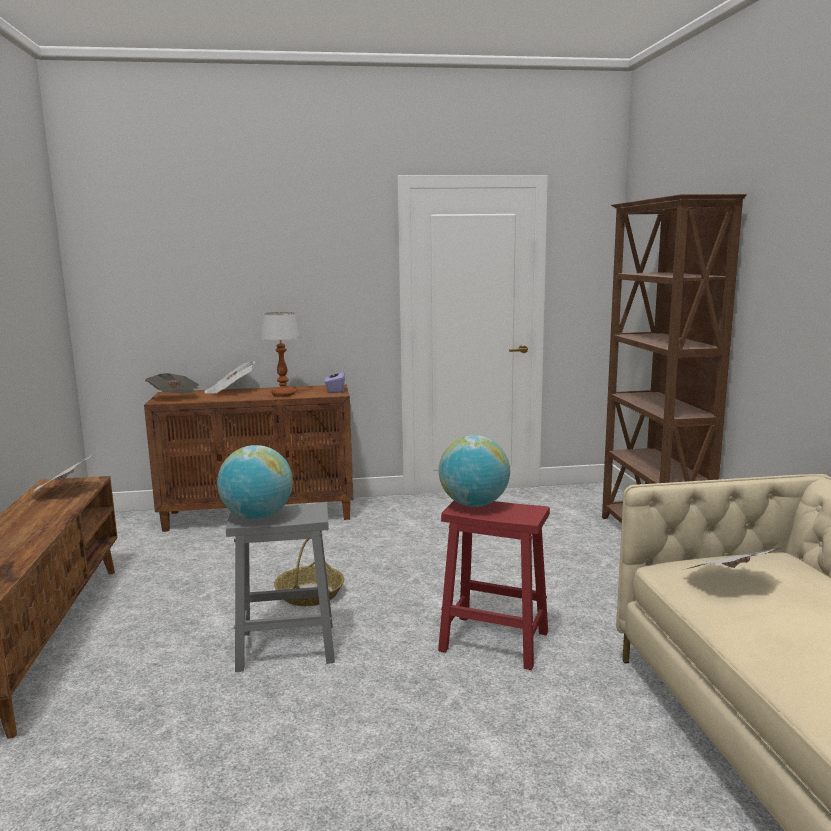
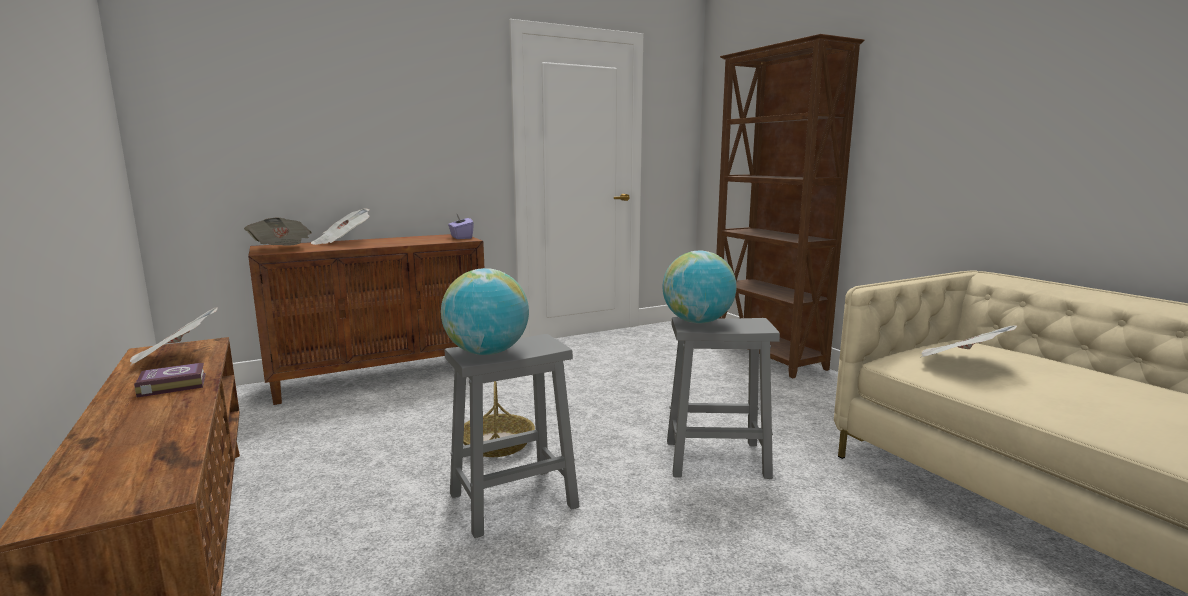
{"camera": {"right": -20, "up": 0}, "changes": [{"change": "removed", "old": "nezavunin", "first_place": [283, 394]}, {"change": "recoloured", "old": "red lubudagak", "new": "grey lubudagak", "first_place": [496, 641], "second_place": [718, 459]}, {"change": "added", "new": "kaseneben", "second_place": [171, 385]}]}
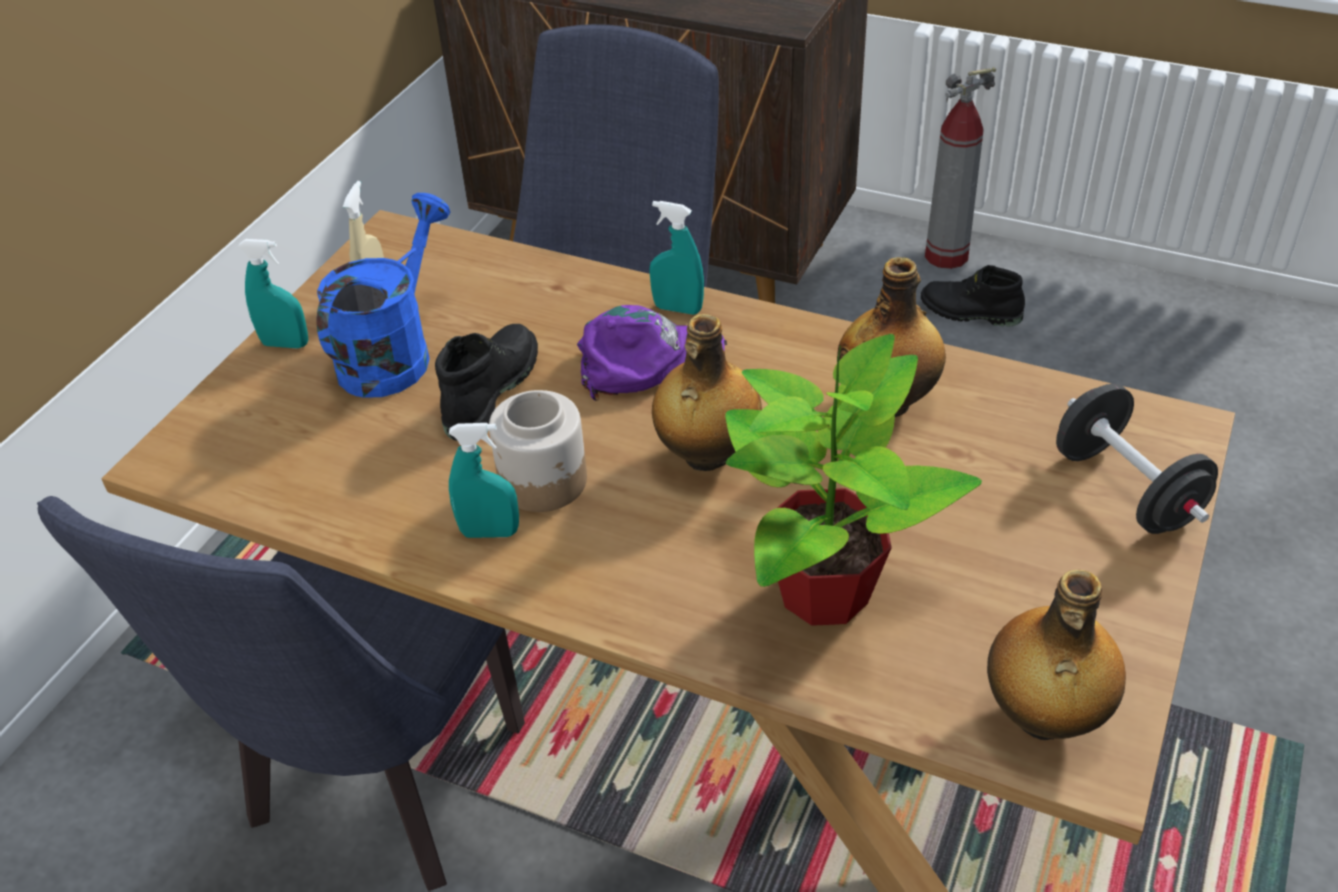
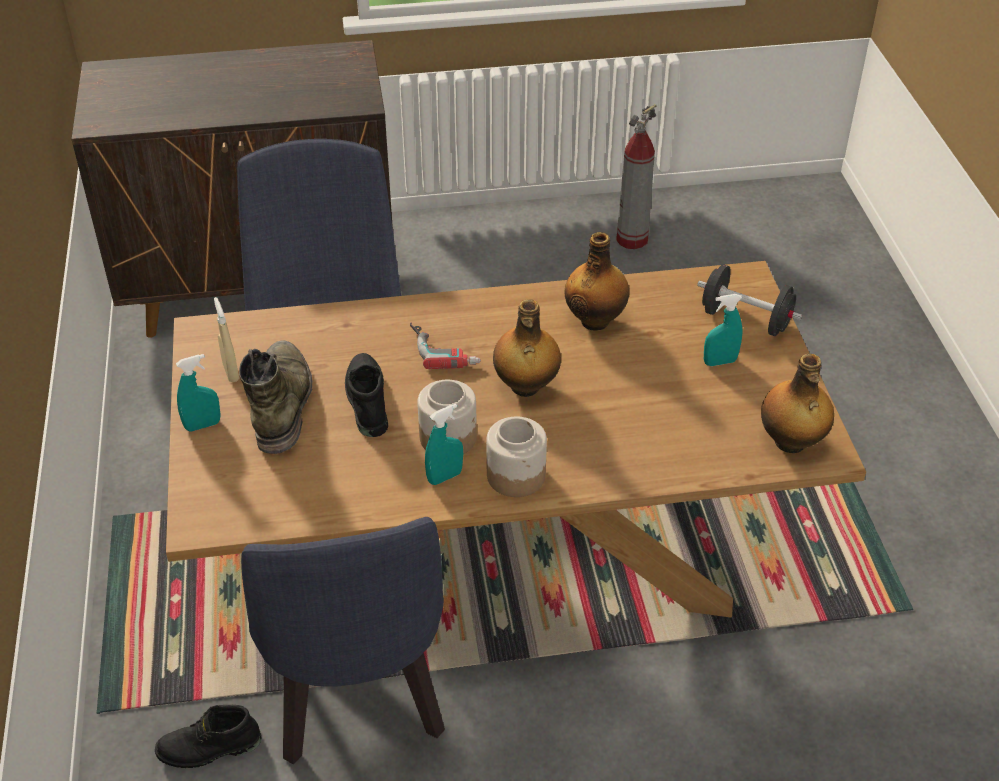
{"camera": {"right": -35, "up": 0}, "changes": [{"change": "replaced", "old": "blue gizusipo", "new": "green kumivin", "first_place": [393, 353], "second_place": [282, 403]}, {"change": "replaced", "old": "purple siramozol", "new": "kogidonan", "first_place": [648, 361], "second_place": [445, 348]}, {"change": "moved", "old": "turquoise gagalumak", "first_place": [678, 309], "second_place": [720, 362]}, {"change": "removed", "old": "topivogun", "first_place": [825, 590]}, {"change": "moved", "old": "black kumivin", "first_place": [969, 312], "second_place": [209, 749]}, {"change": "moved", "old": "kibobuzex", "first_place": [946, 256], "second_place": [632, 240]}, {"change": "added", "new": "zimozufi", "second_place": [516, 475]}]}
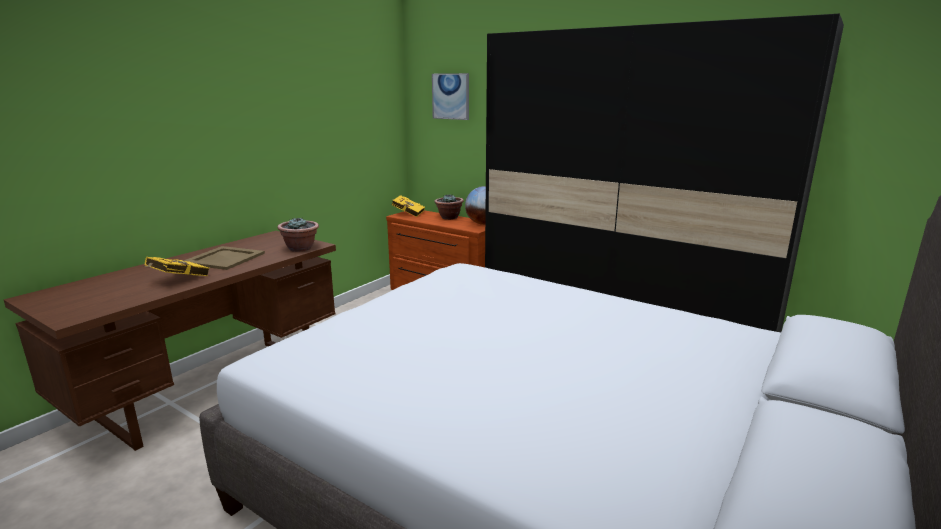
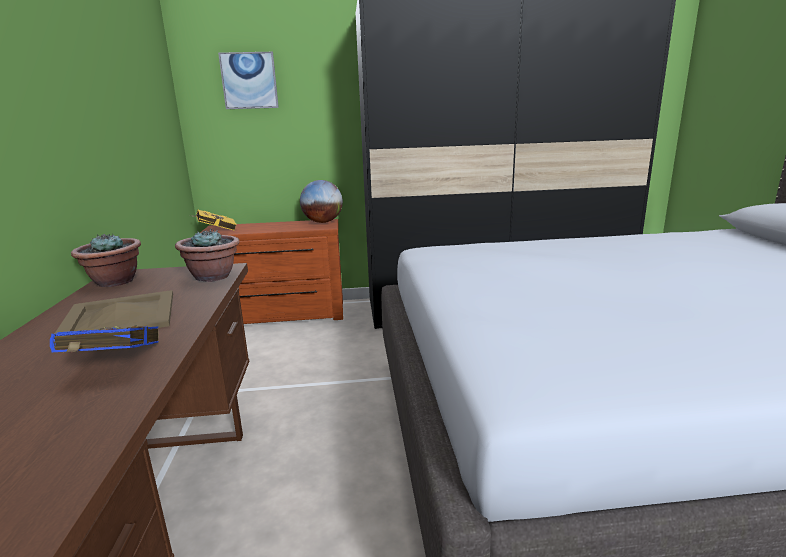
{"camera": {"right": -40, "up": 0}, "changes": [{"change": "recoloured", "old": "yellow kaseneben", "new": "blue kaseneben", "first_place": [177, 280], "second_place": [113, 365]}, {"change": "moved", "old": "topivogun", "first_place": [449, 217], "second_place": [114, 282]}]}
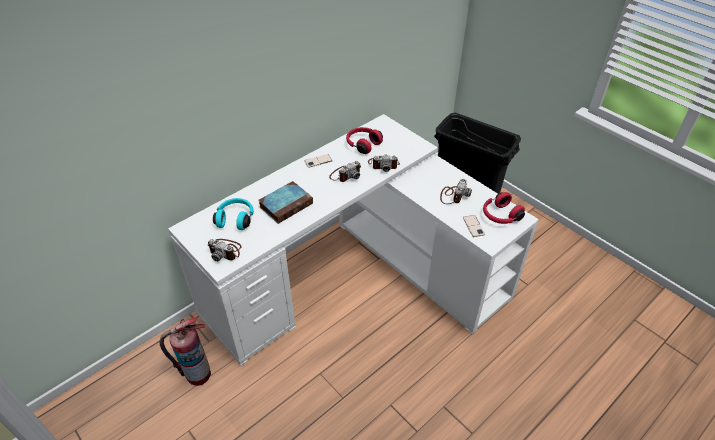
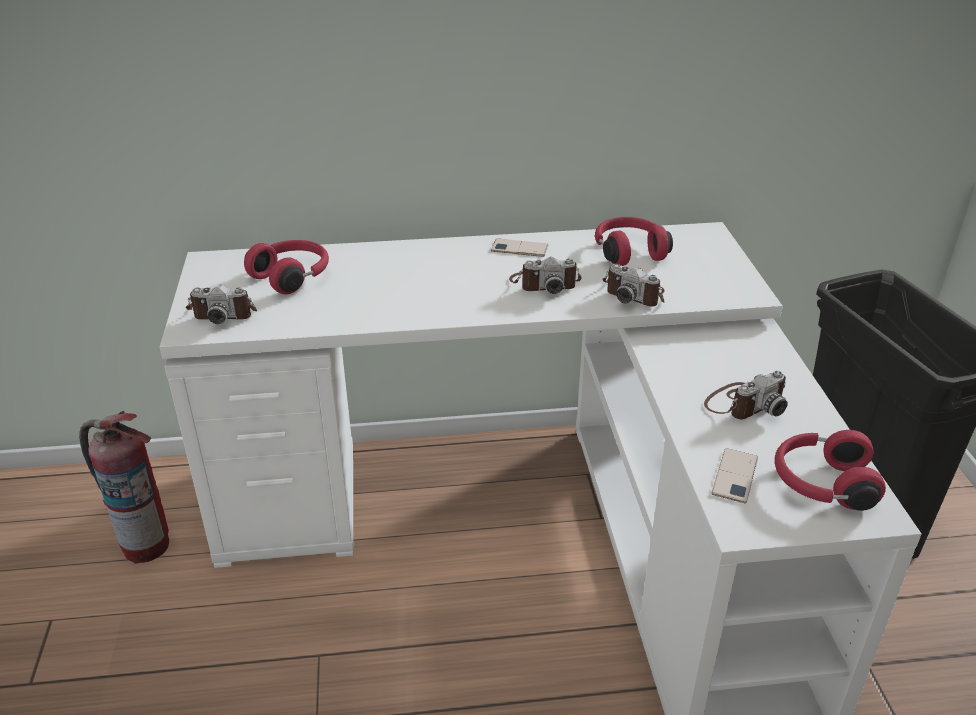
{"camera": {"right": 35, "up": -10}, "changes": [{"change": "turned", "old": "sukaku", "first_place": [225, 251], "second_place": [224, 312], "degrees": -60}, {"change": "recoloured", "old": "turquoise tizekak", "new": "red tizekak", "first_place": [236, 219], "second_place": [292, 277]}, {"change": "removed", "old": "kaseneben", "first_place": [286, 204]}]}
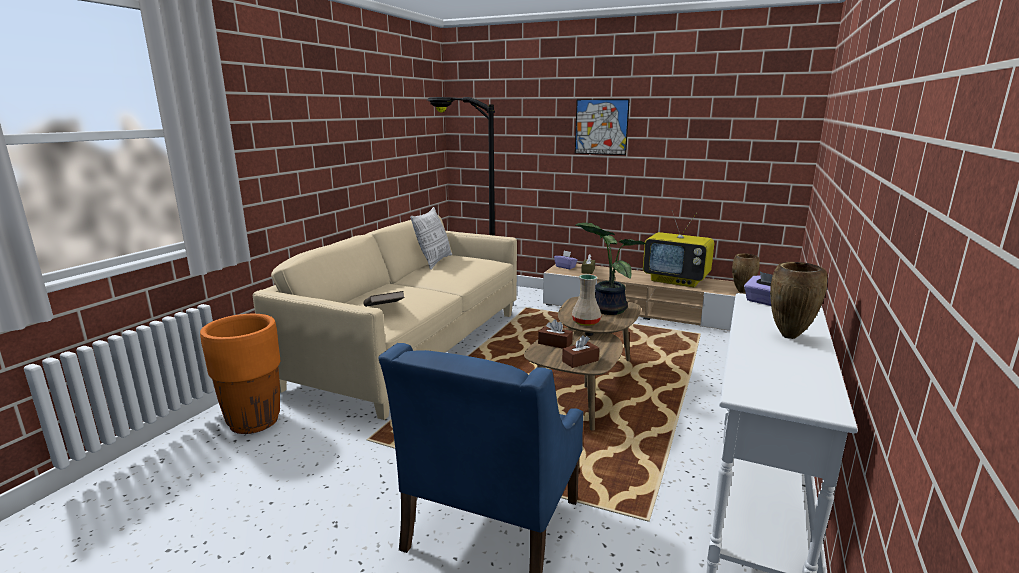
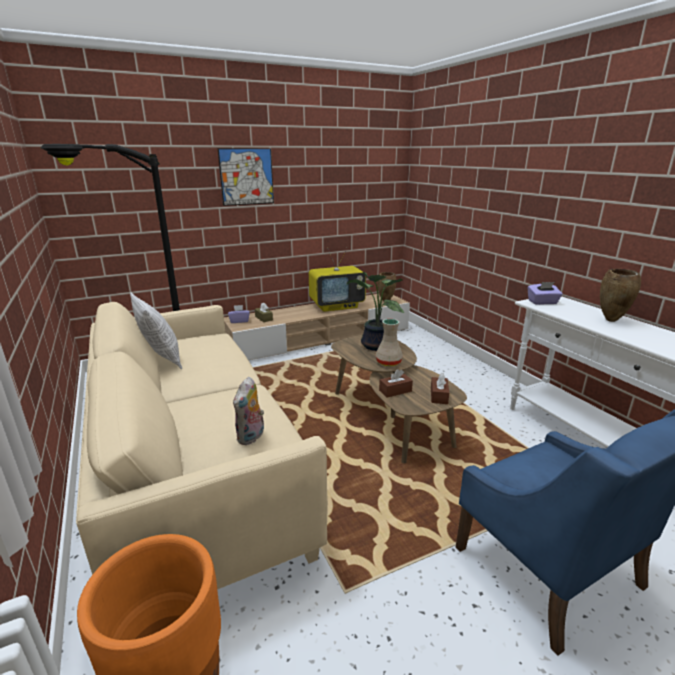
{"camera": {"right": -50, "up": 5}, "changes": [{"change": "replaced", "old": "brown kaseneben", "new": "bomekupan", "first_place": [384, 309], "second_place": [251, 437]}]}
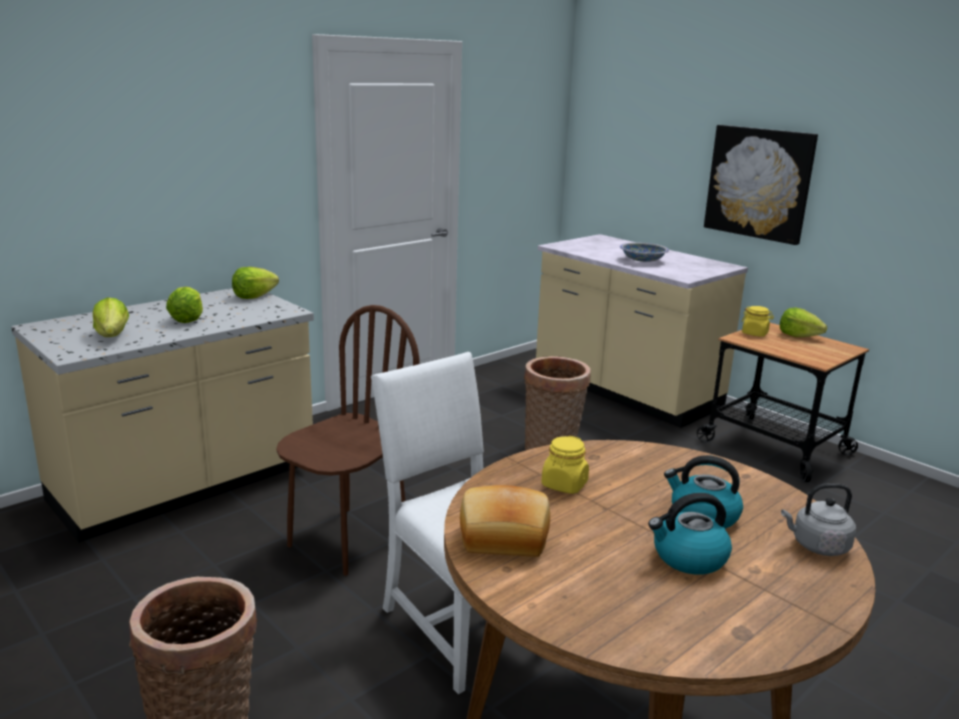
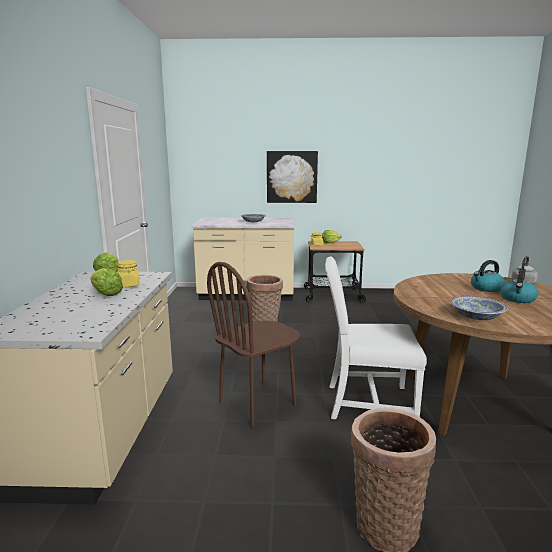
{"camera": {"right": -45, "up": -5}, "changes": [{"change": "removed", "old": "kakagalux", "first_place": [112, 335]}, {"change": "turned", "old": "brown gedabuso", "first_place": [347, 540], "second_place": [257, 403], "degrees": -120}, {"change": "replaced", "old": "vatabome", "new": "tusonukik", "first_place": [503, 538], "second_place": [476, 317]}, {"change": "moved", "old": "yellow zimozufi", "first_place": [564, 485], "second_place": [129, 285]}]}
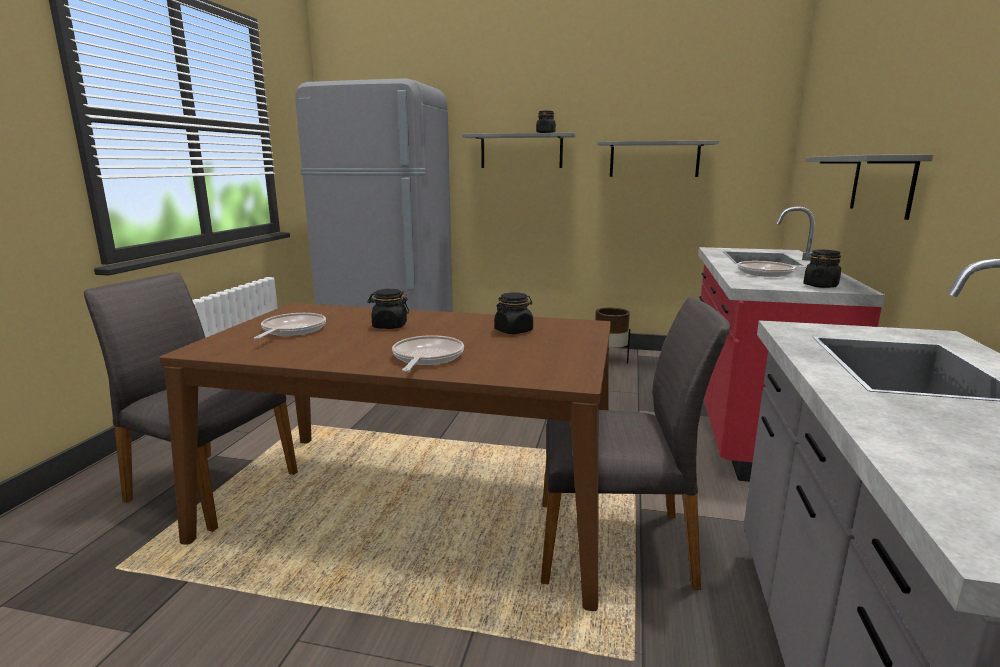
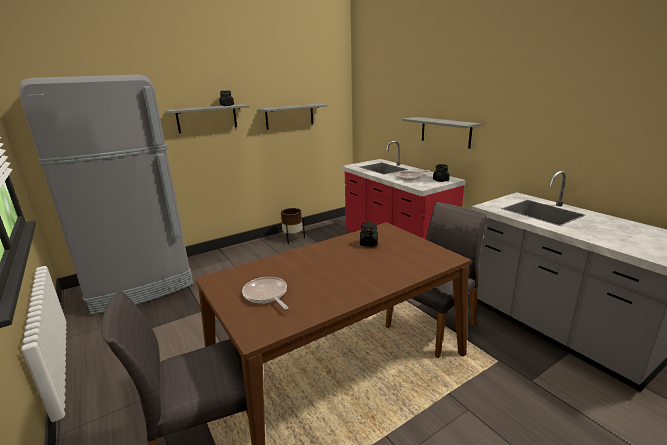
{"camera": {"right": -45, "up": 5}, "changes": [{"change": "removed", "old": "black zimozufi", "first_place": [389, 326]}, {"change": "removed", "old": "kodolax", "first_place": [426, 358]}]}
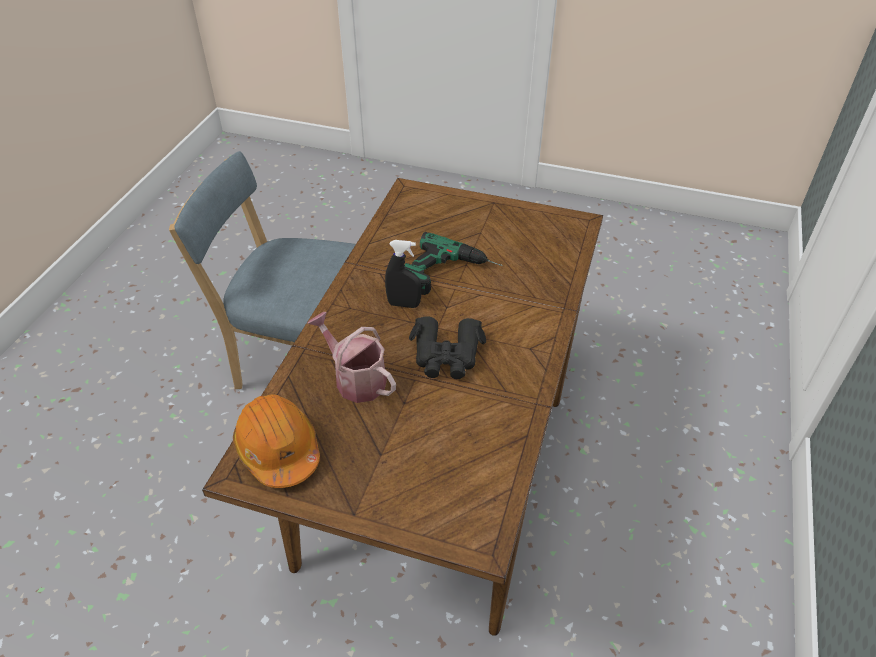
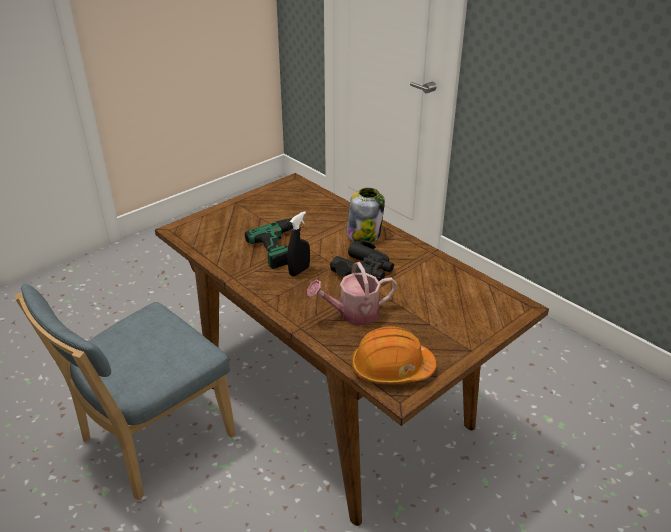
{"camera": {"right": -60, "up": -10}, "changes": [{"change": "added", "new": "zimozufi", "second_place": [364, 234]}]}
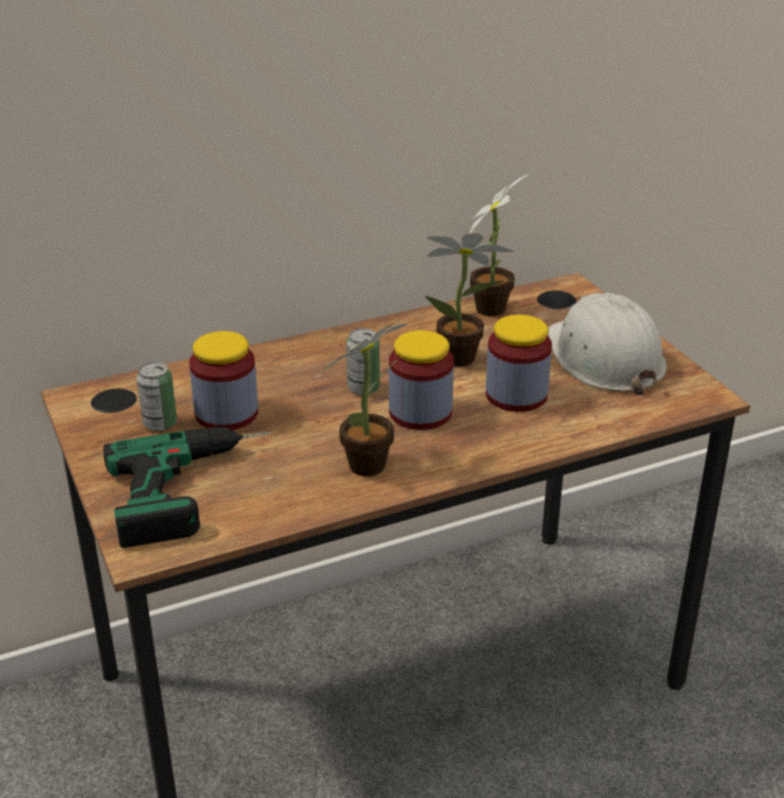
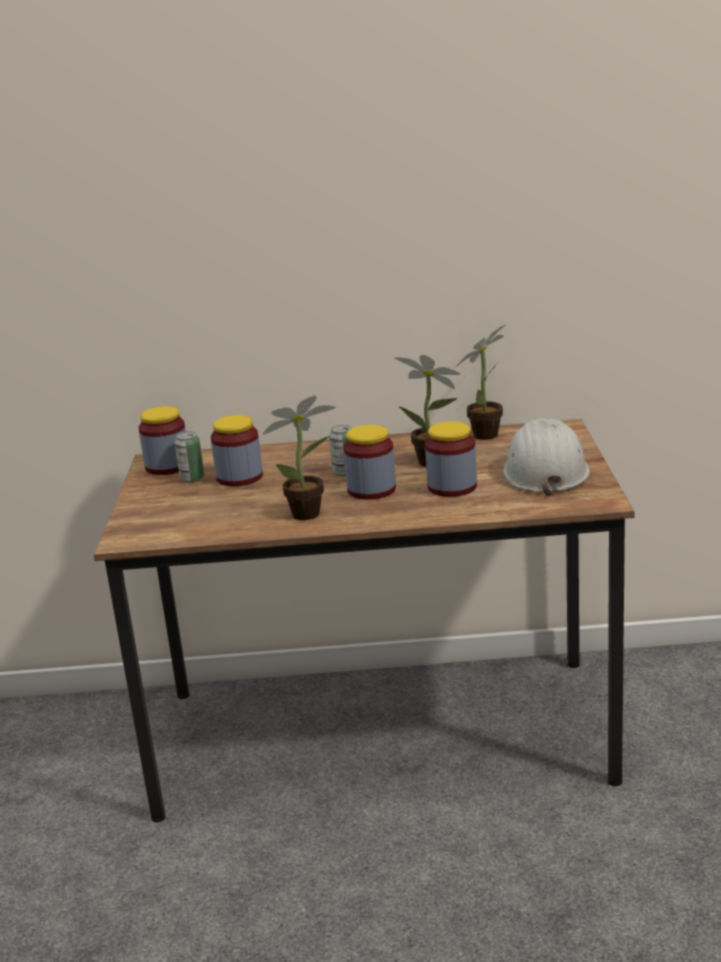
{"camera": {"right": 25, "up": -10}, "changes": [{"change": "removed", "old": "kogidonan", "first_place": [197, 489]}, {"change": "added", "new": "zimozufi", "second_place": [167, 466]}]}
